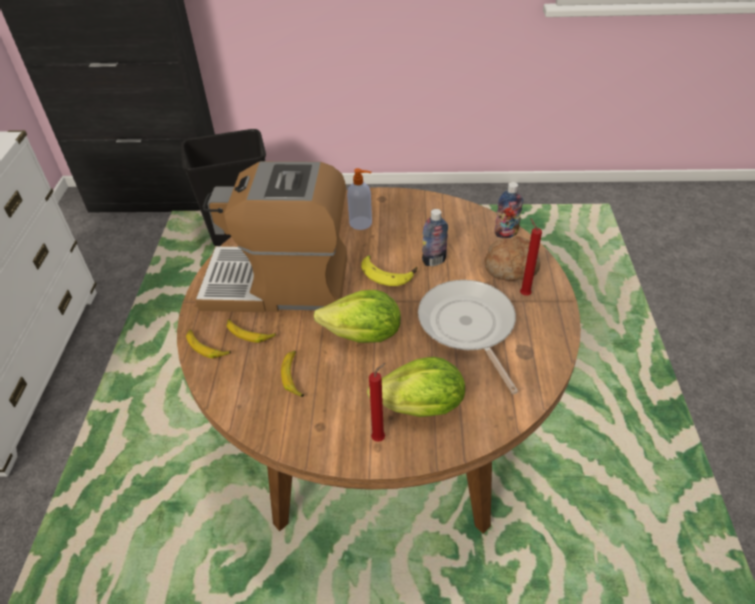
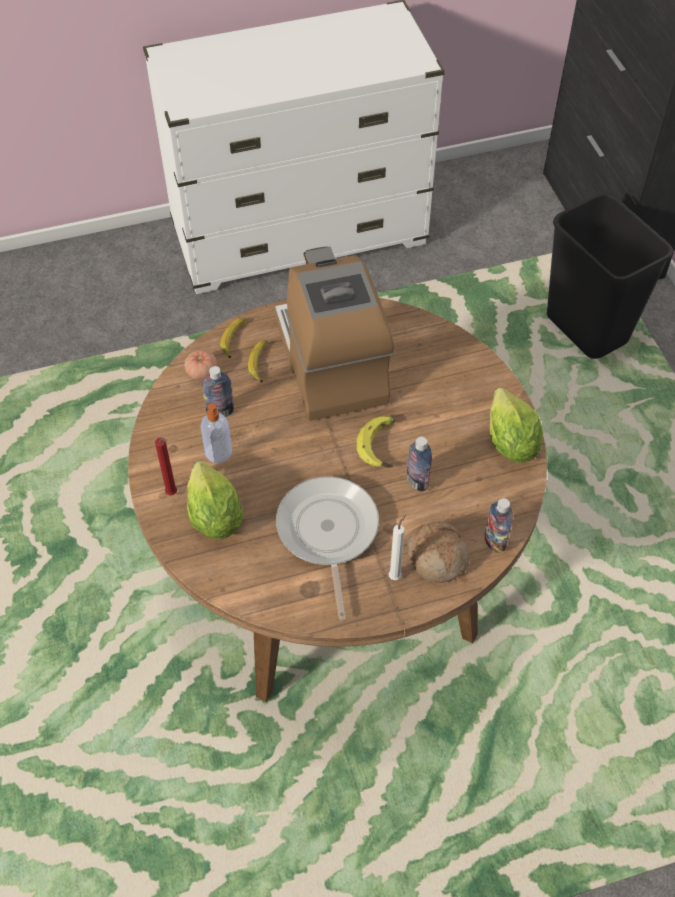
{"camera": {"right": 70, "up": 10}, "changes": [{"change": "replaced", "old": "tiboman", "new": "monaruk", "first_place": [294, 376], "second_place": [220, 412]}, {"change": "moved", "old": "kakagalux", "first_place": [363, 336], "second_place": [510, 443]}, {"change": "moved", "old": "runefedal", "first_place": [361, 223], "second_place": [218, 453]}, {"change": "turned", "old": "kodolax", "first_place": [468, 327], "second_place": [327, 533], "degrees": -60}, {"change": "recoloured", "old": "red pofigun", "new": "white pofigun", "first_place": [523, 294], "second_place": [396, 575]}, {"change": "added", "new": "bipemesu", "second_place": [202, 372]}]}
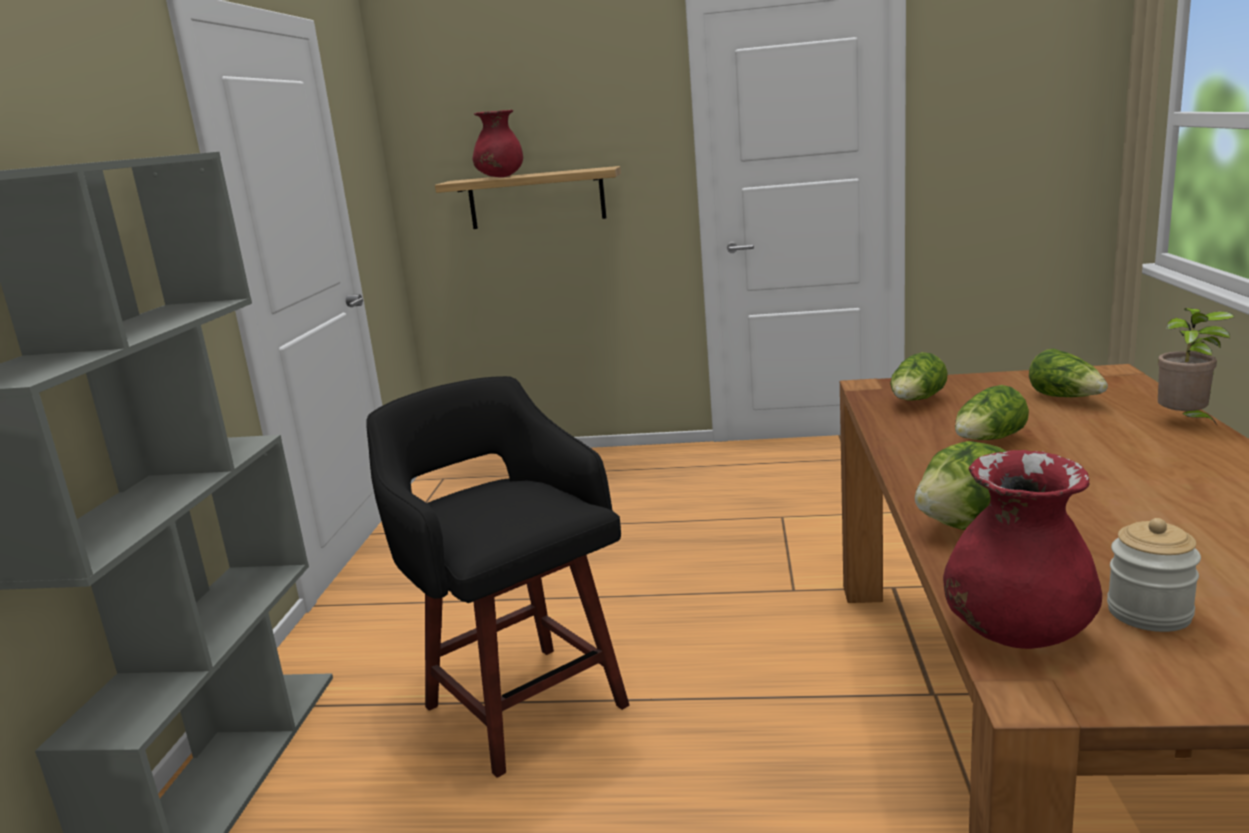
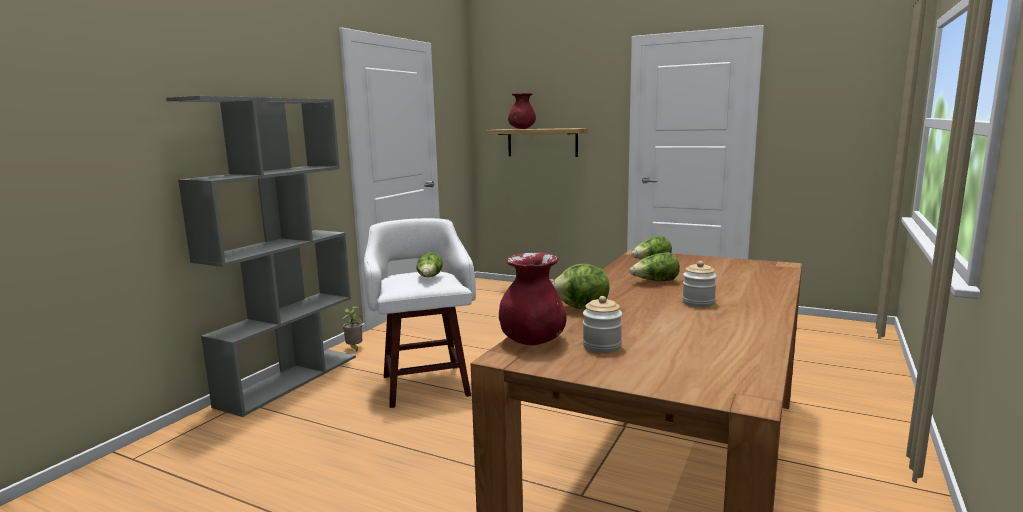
{"camera": {"right": 20, "up": -5}, "changes": [{"change": "recoloured", "old": "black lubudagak", "new": "white lubudagak", "first_place": [521, 703], "second_place": [425, 384]}, {"change": "moved", "old": "kakagalux", "first_place": [1066, 398], "second_place": [430, 278]}, {"change": "moved", "old": "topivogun", "first_place": [1184, 422], "second_place": [354, 348]}, {"change": "added", "new": "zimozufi", "second_place": [698, 303]}]}
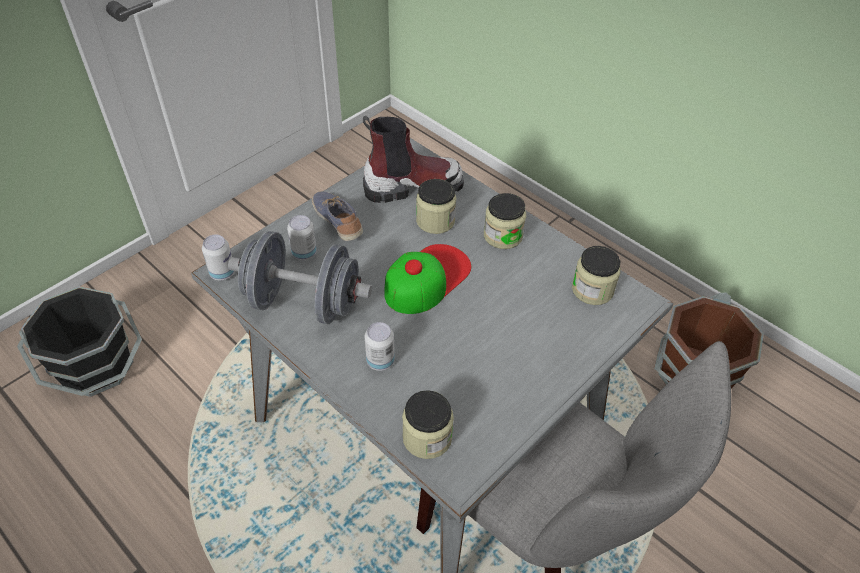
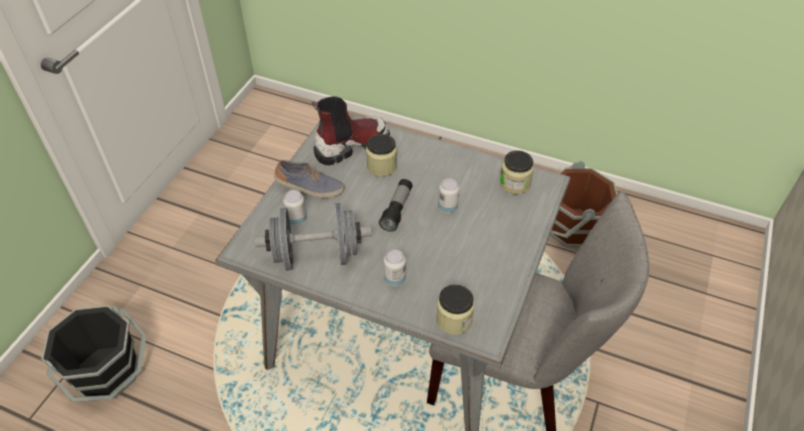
{"camera": {"right": -20, "up": 0}, "changes": [{"change": "moved", "old": "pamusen", "first_place": [222, 273], "second_place": [447, 207]}, {"change": "turned", "old": "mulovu", "first_place": [338, 222], "second_place": [310, 188], "degrees": 150}, {"change": "replaced", "old": "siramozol", "new": "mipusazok", "first_place": [427, 278], "second_place": [397, 210]}, {"change": "removed", "old": "zimozufi", "first_place": [503, 236]}]}
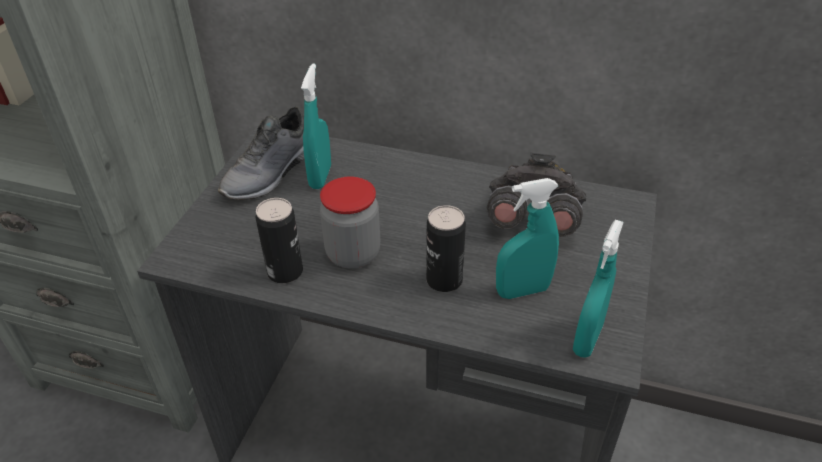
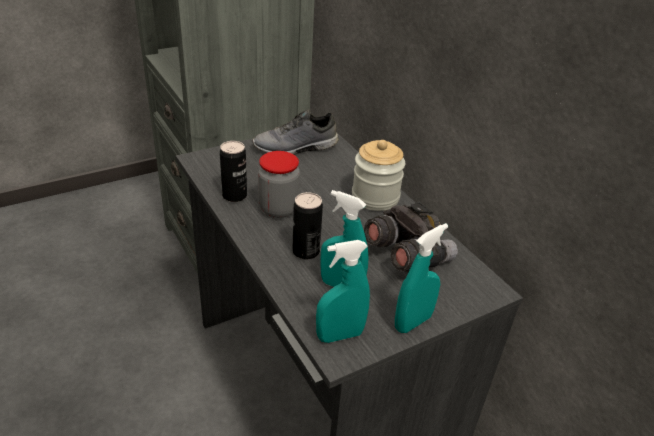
{"camera": {"right": 40, "up": -5}, "changes": [{"change": "moved", "old": "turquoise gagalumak", "first_place": [320, 177], "second_place": [413, 322]}, {"change": "added", "new": "zimozufi", "second_place": [375, 197]}]}
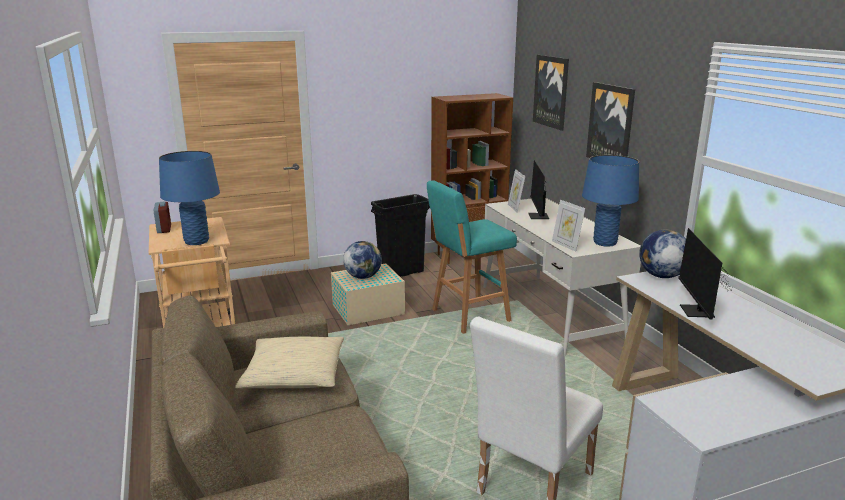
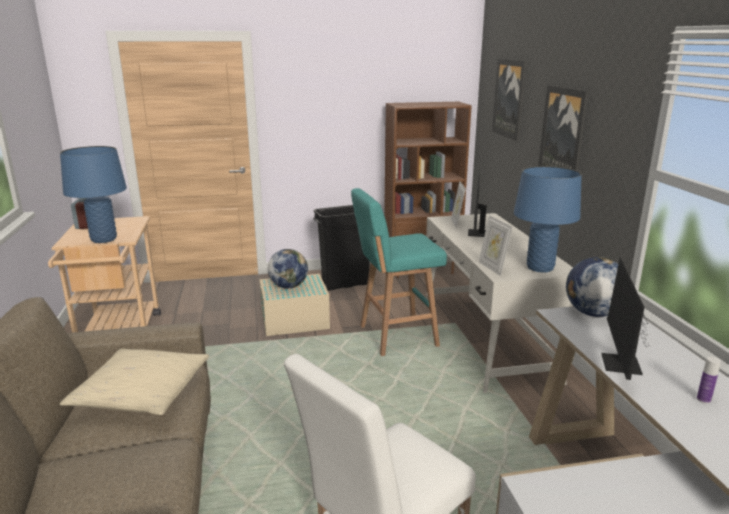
{"camera": {"right": 10, "up": 0}, "changes": [{"change": "added", "new": "monaruk", "second_place": [703, 399]}]}
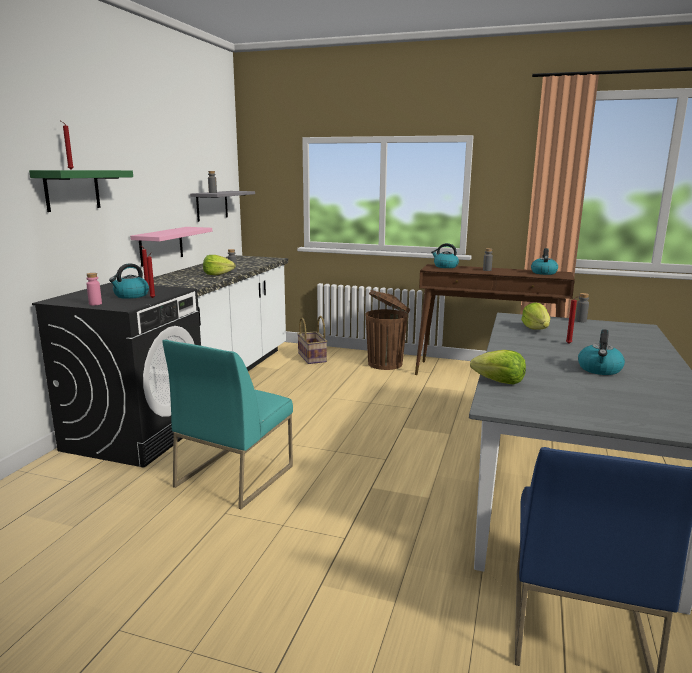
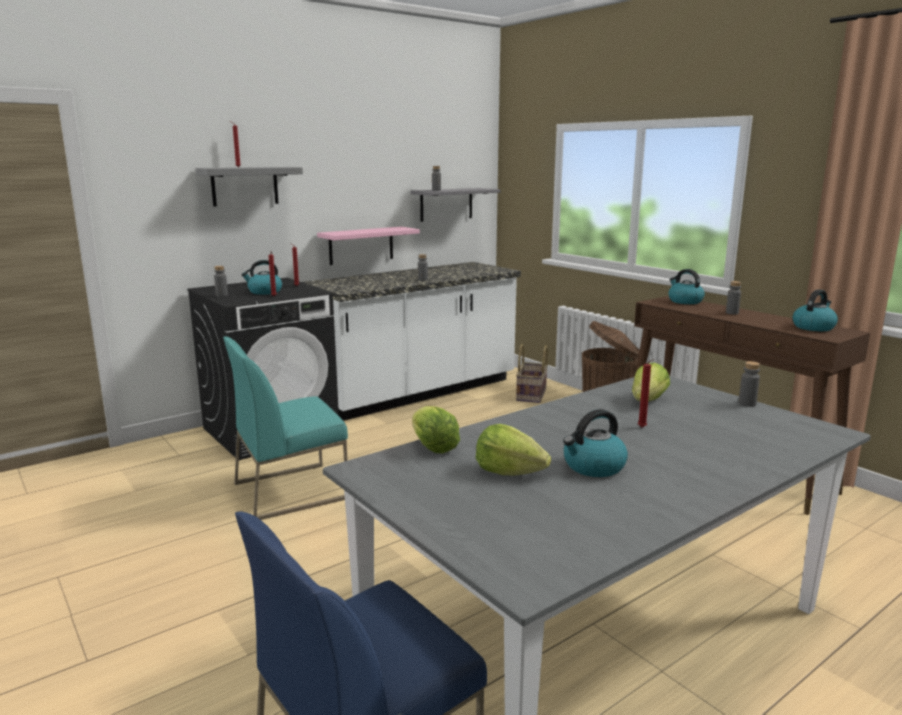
{"camera": {"right": 35, "up": 0}, "changes": [{"change": "recoloured", "old": "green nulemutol", "new": "grey nulemutol", "first_place": [72, 190], "second_place": [245, 186]}, {"change": "recoloured", "old": "pink monaruk", "new": "grey monaruk", "first_place": [95, 304], "second_place": [222, 295]}, {"change": "moved", "old": "kakagalux", "first_place": [217, 274], "second_place": [509, 472]}]}
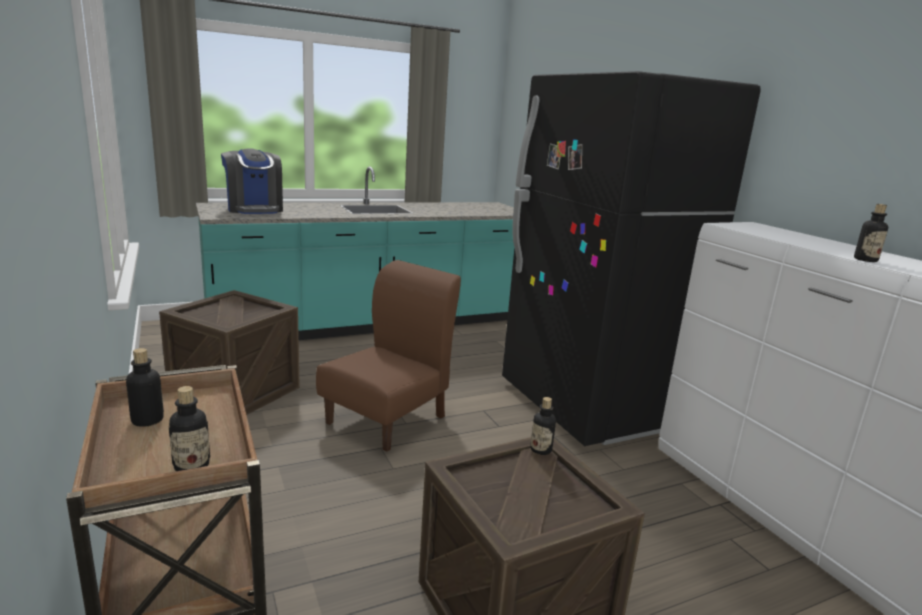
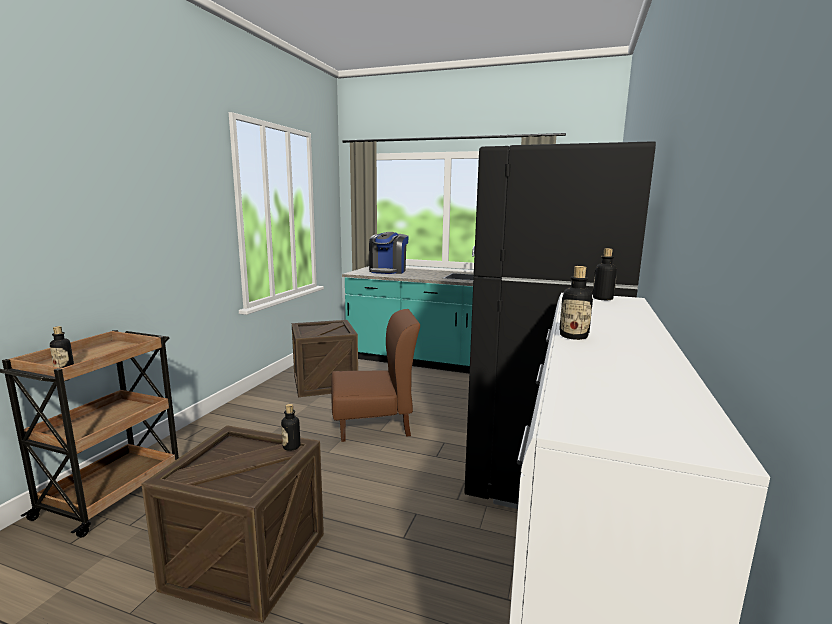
{"camera": {"right": 45, "up": -5}, "changes": [{"change": "moved", "old": "monaruk", "first_place": [147, 420], "second_place": [602, 298]}]}
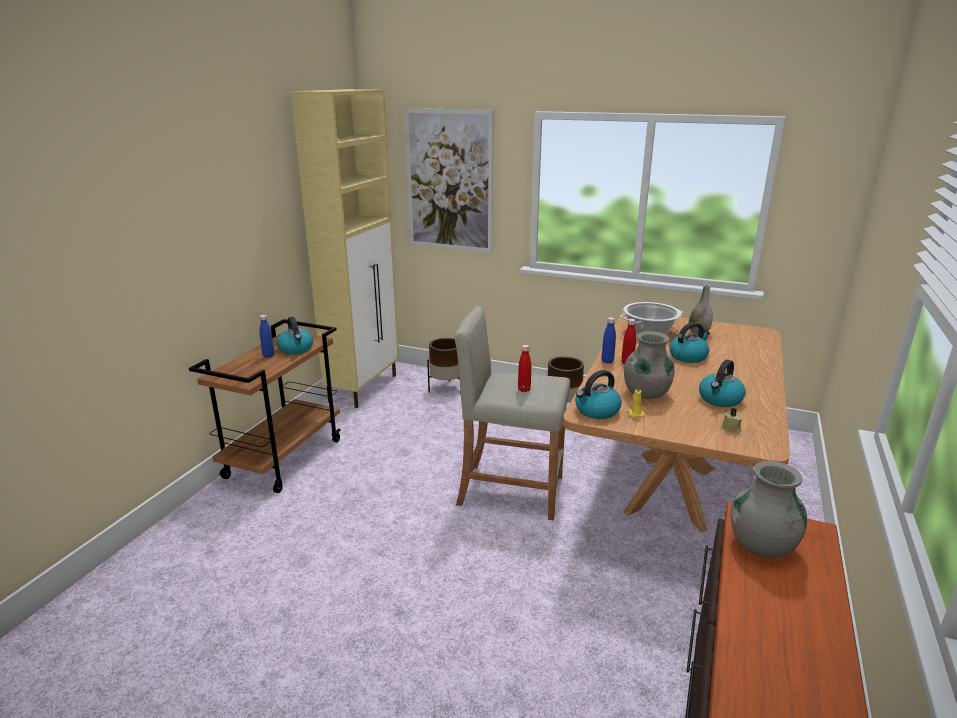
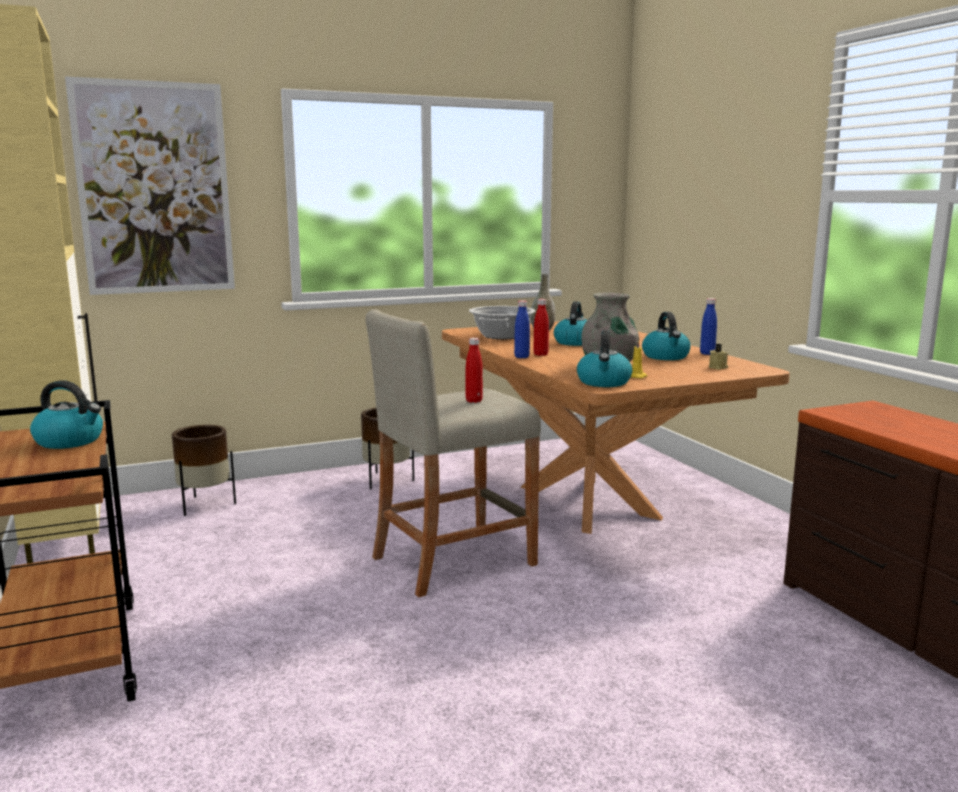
{"camera": {"right": -45, "up": -10}, "changes": [{"change": "moved", "old": "blue monaruk", "first_place": [268, 356], "second_place": [707, 353]}, {"change": "removed", "old": "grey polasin", "first_place": [761, 545]}]}
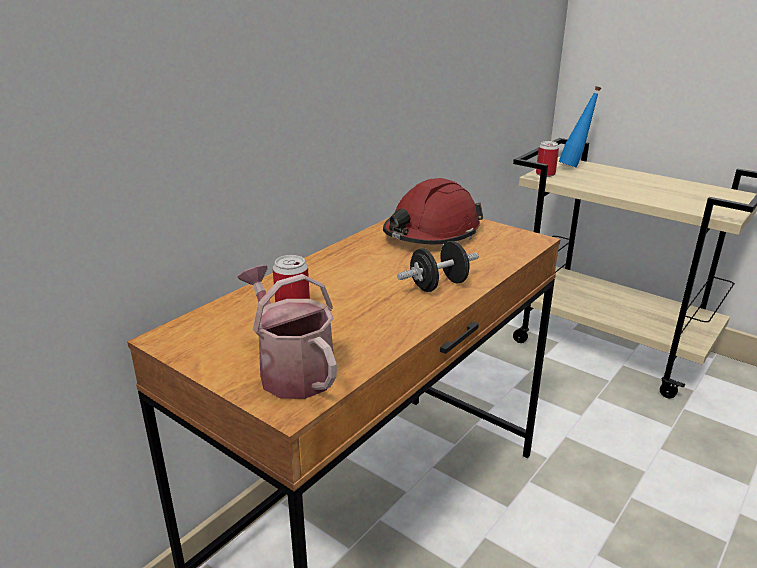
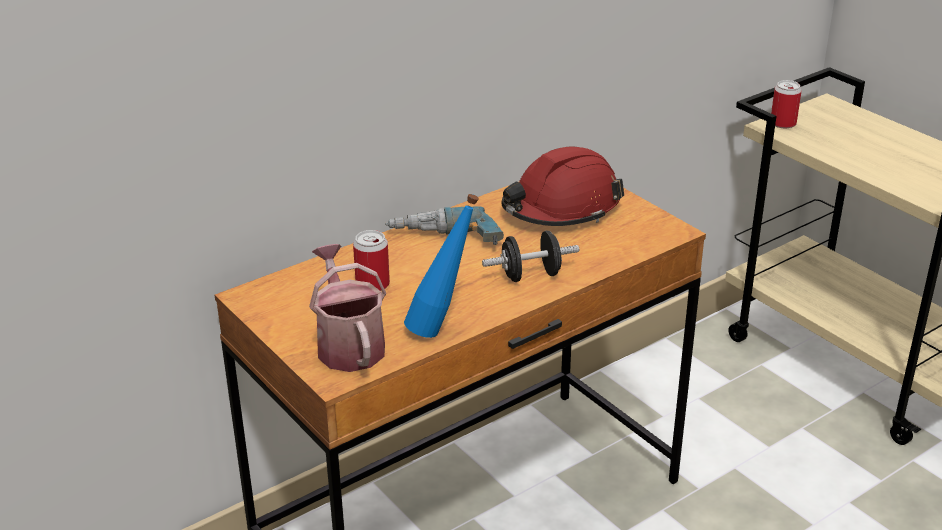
{"camera": {"right": 15, "up": 5}, "changes": [{"change": "moved", "old": "blue monaruk", "first_place": [574, 166], "second_place": [442, 328]}, {"change": "added", "new": "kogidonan", "second_place": [444, 241]}]}
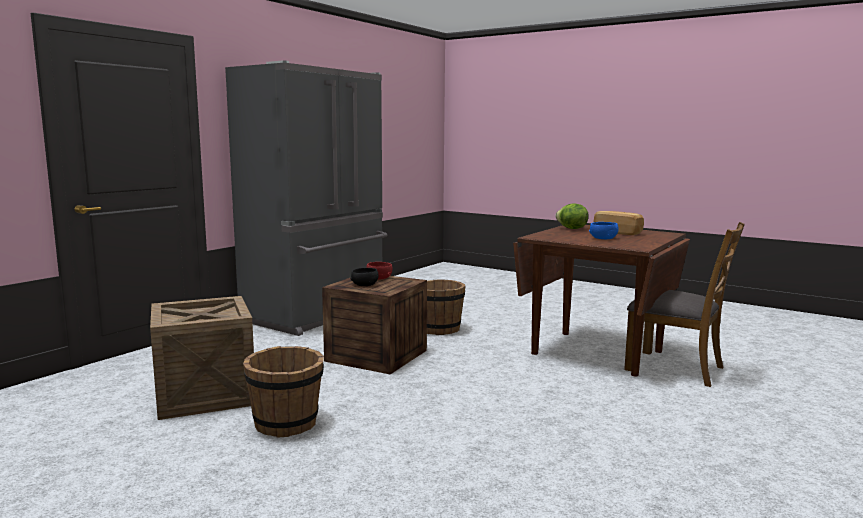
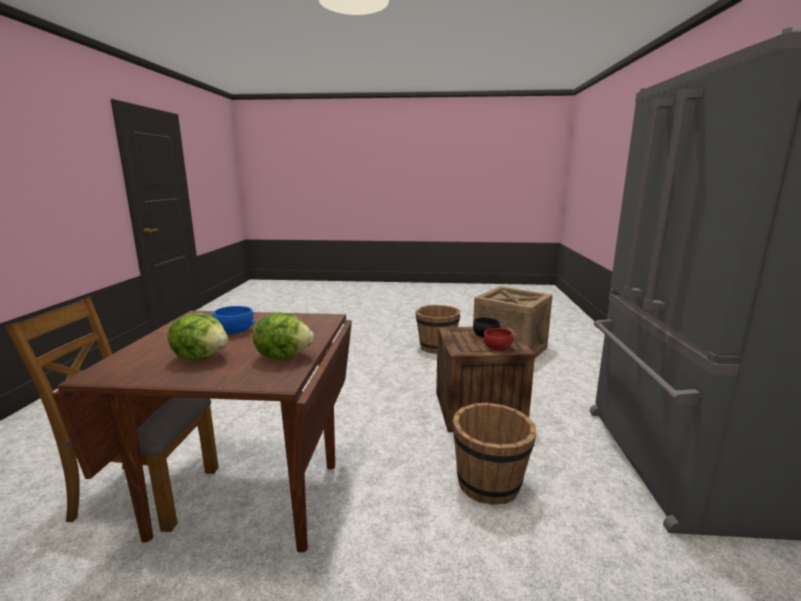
{"camera": {"right": 150, "up": 5}, "changes": [{"change": "replaced", "old": "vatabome", "new": "kakagalux", "first_place": [618, 232], "second_place": [202, 357]}]}
